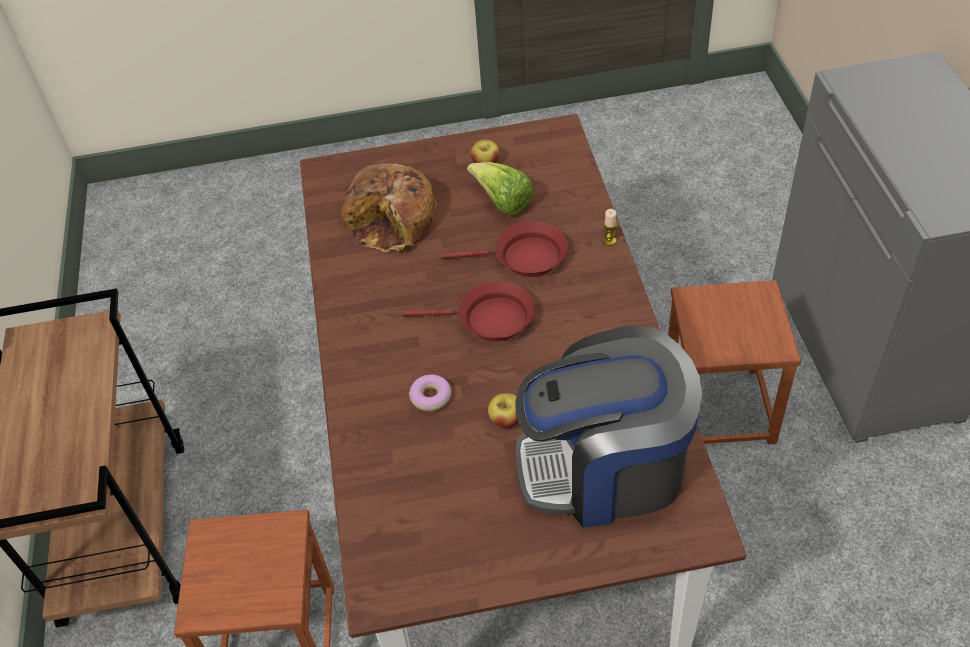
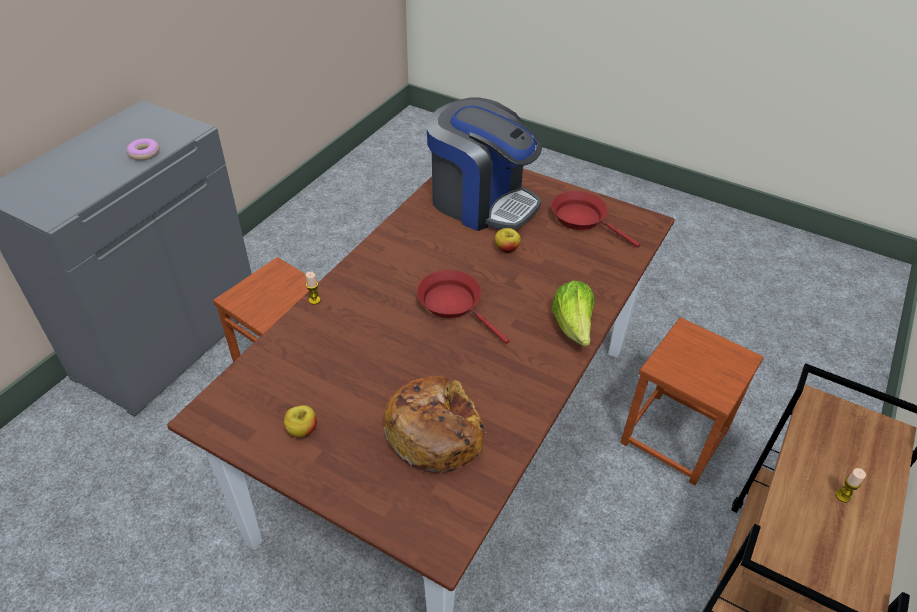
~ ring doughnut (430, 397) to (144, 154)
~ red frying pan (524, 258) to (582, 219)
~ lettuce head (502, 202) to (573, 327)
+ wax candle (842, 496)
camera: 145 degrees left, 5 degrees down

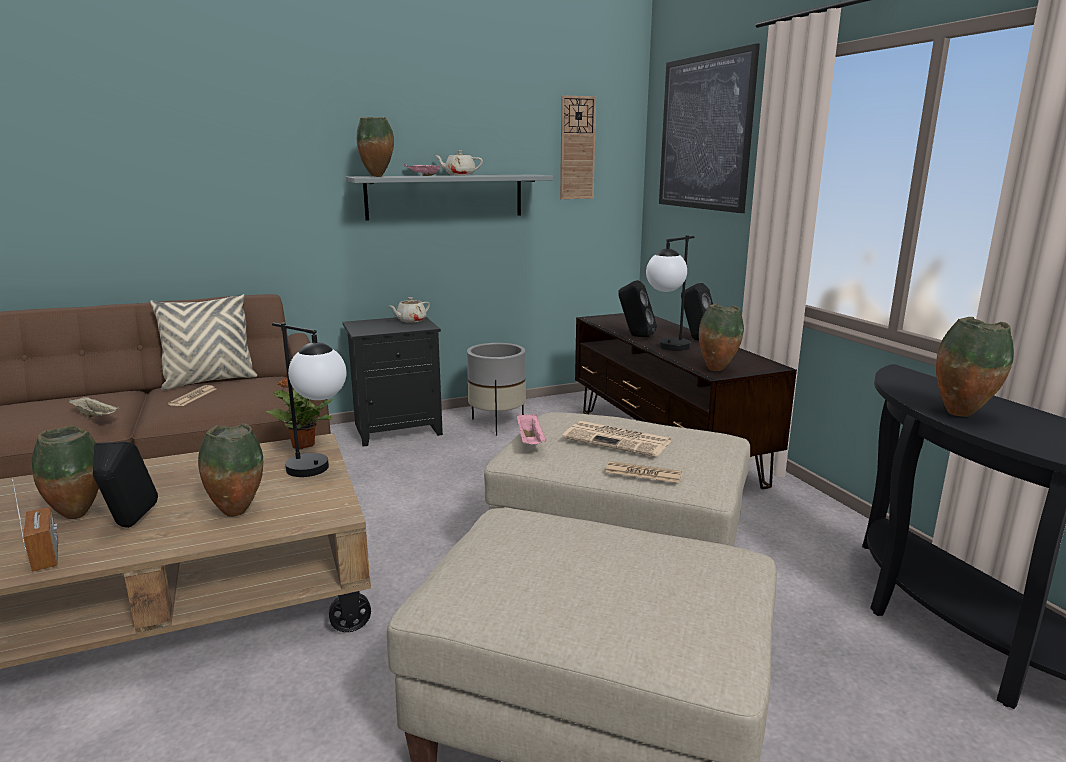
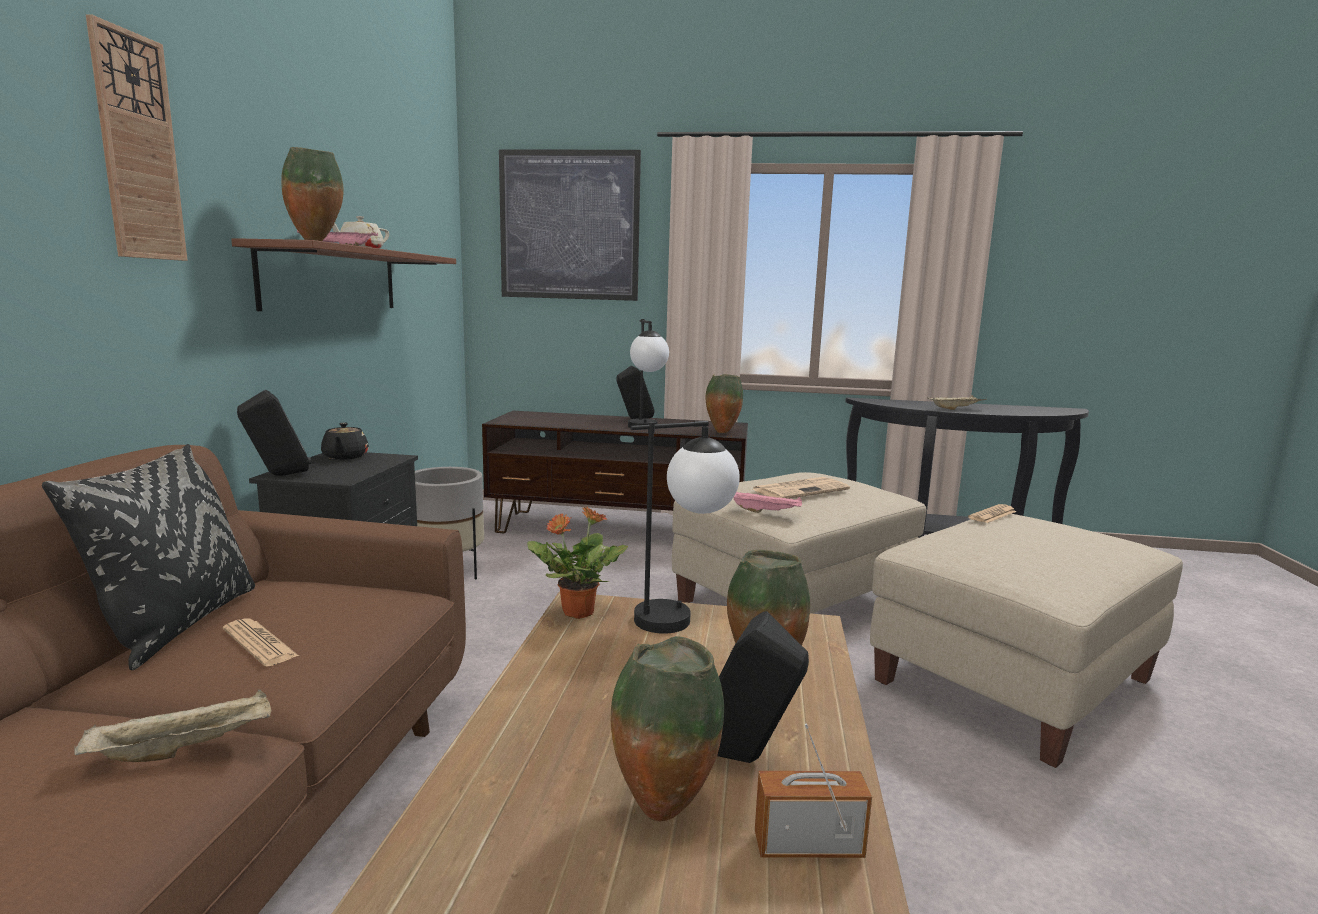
~ beige-coloured cushion (210, 381) to blackish cushion (179, 625)
~ hanging clock (577, 148) to (137, 148)
~ greyish shelf (445, 196) to brownish shelf (332, 279)
~ blackish loudspeaker (635, 336) to (278, 475)
~ beige-coloured pot for tea (410, 320) to blackish pot for tea (345, 457)
~ decorative vase (962, 415) to beige-coloured carrying tray (955, 409)
~ printed paper (643, 473) to (992, 515)
camera: 60 degrees left, 5 degrees down

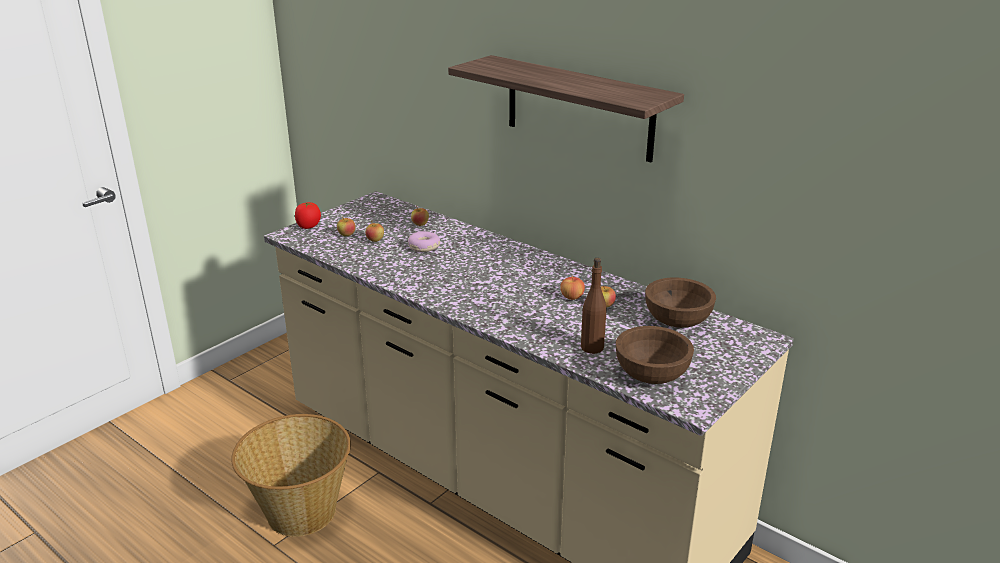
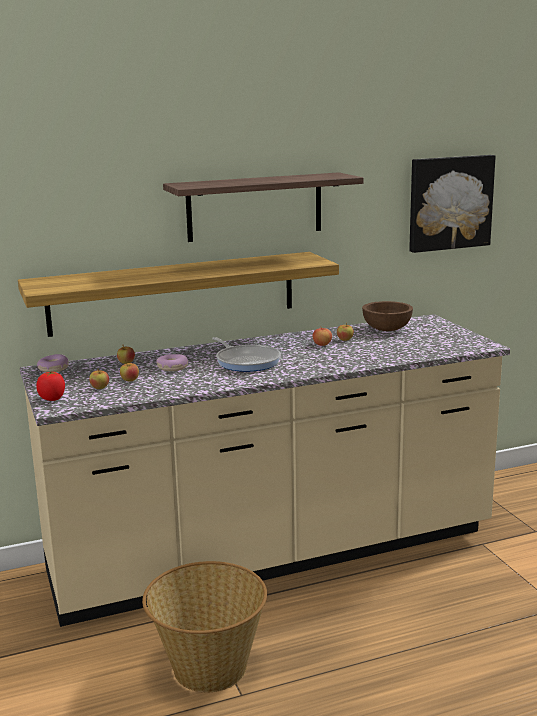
+ shelf (173, 293)
+ ring doughnut (53, 369)
+ frying pan (246, 361)
+ wall picture (449, 202)
- brownish bottle (592, 347)
- brownish bowl (651, 374)
camera: 60 degrees left, 10 degrees down

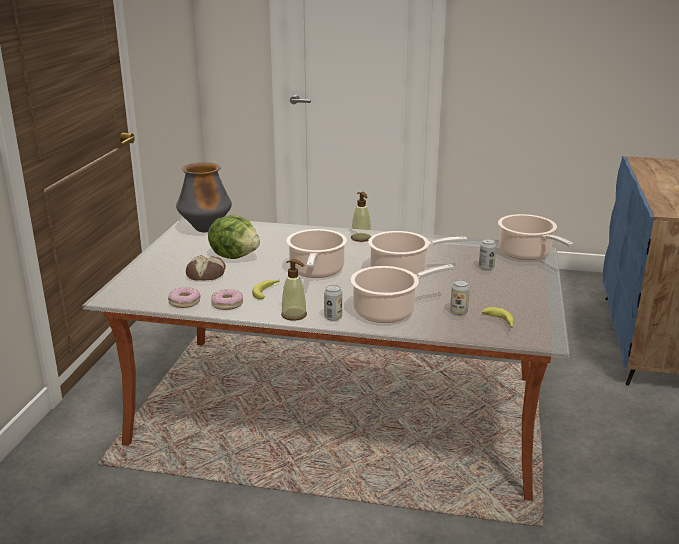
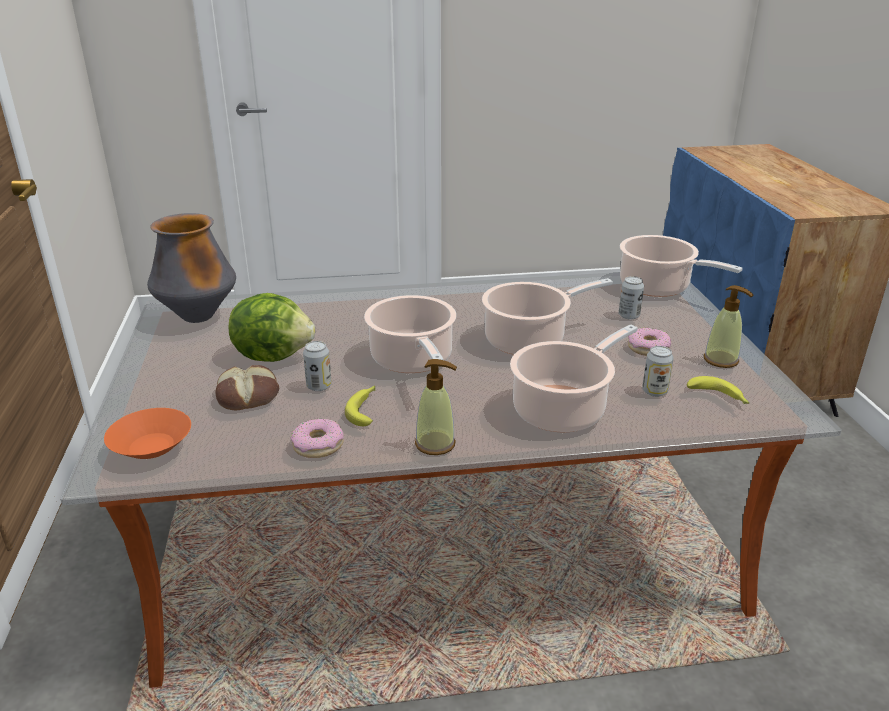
+ orange bowl (153, 448)
~ metal can (333, 317) to (319, 386)
~ ring doughnut (184, 302) to (648, 348)
~ soap dispenser (361, 238) to (721, 360)
camera: 20 degrees left, 5 degrees up

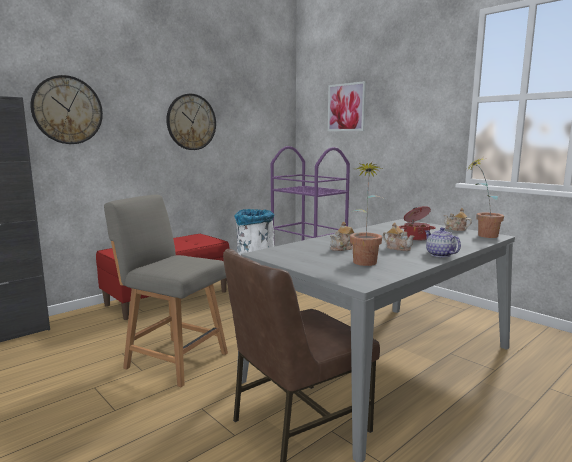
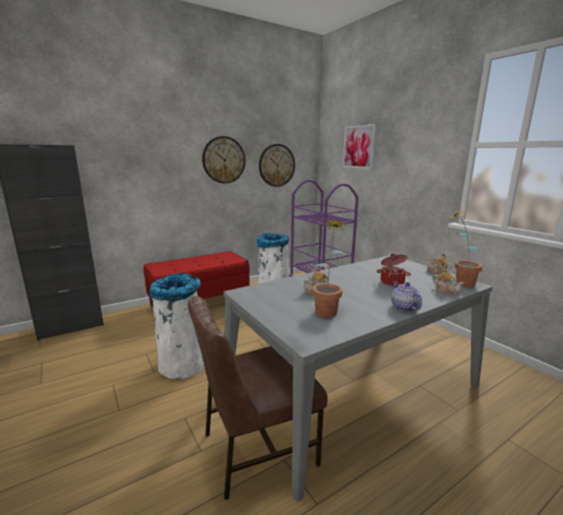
~ greyish plain chair (174, 359) to whitish waste bin (182, 364)
~ hanging clock (67, 110) to (276, 165)
~ pot for tea (398, 248) to (446, 291)
camera: 10 degrees right, 5 degrees up

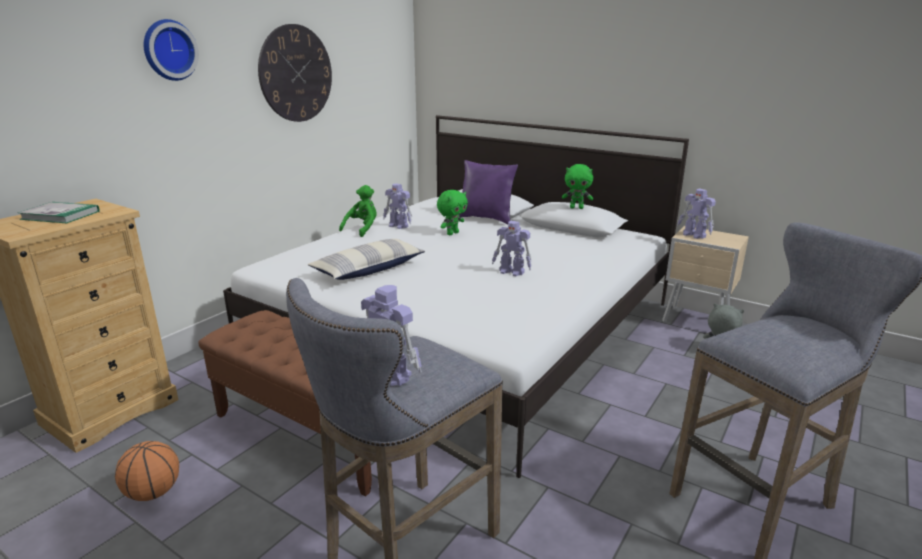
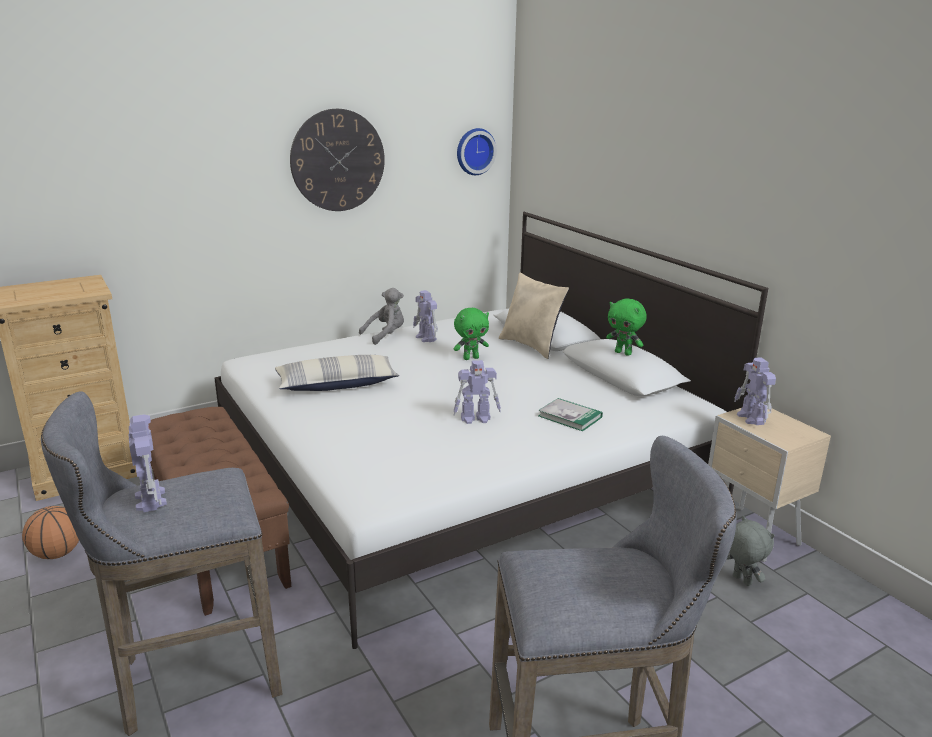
~ greenish soft toy (362, 229) to greyish soft toy (386, 335)
~ toy robot (512, 272) = (476, 419) 60 degrees counterclockwise
~ hanging clock (168, 50) to (474, 151)
~ purplish cushion (486, 219) to beige-coloured cushion (531, 346)
~ bound book (60, 215) to (570, 417)
camera: 25 degrees right, 0 degrees up

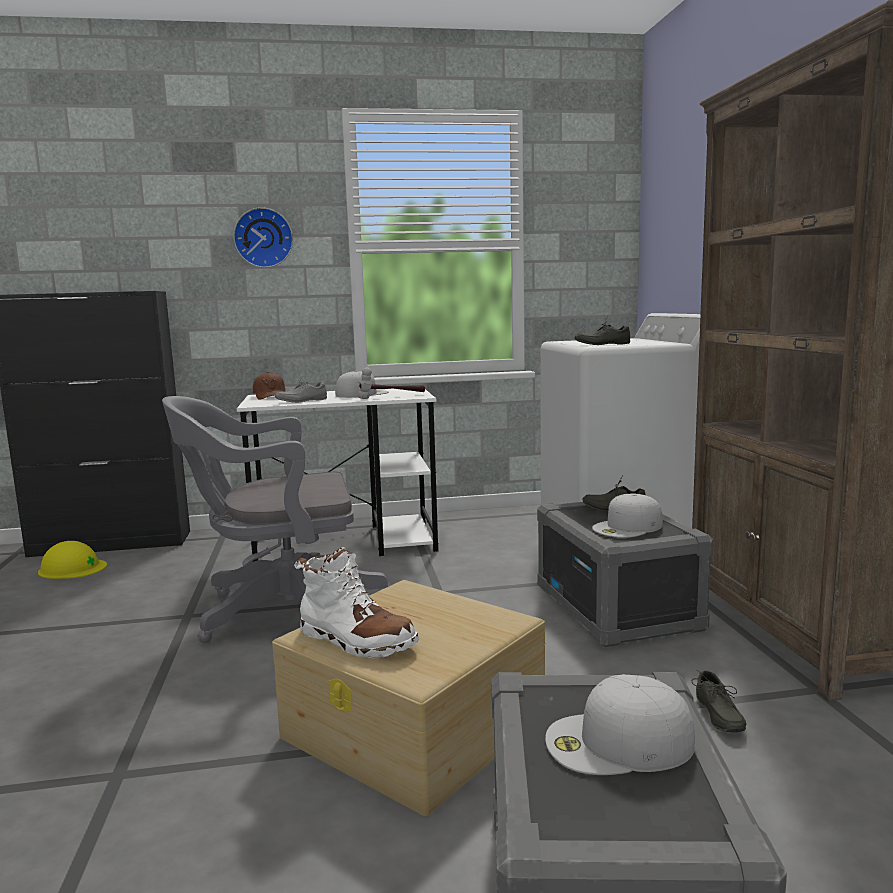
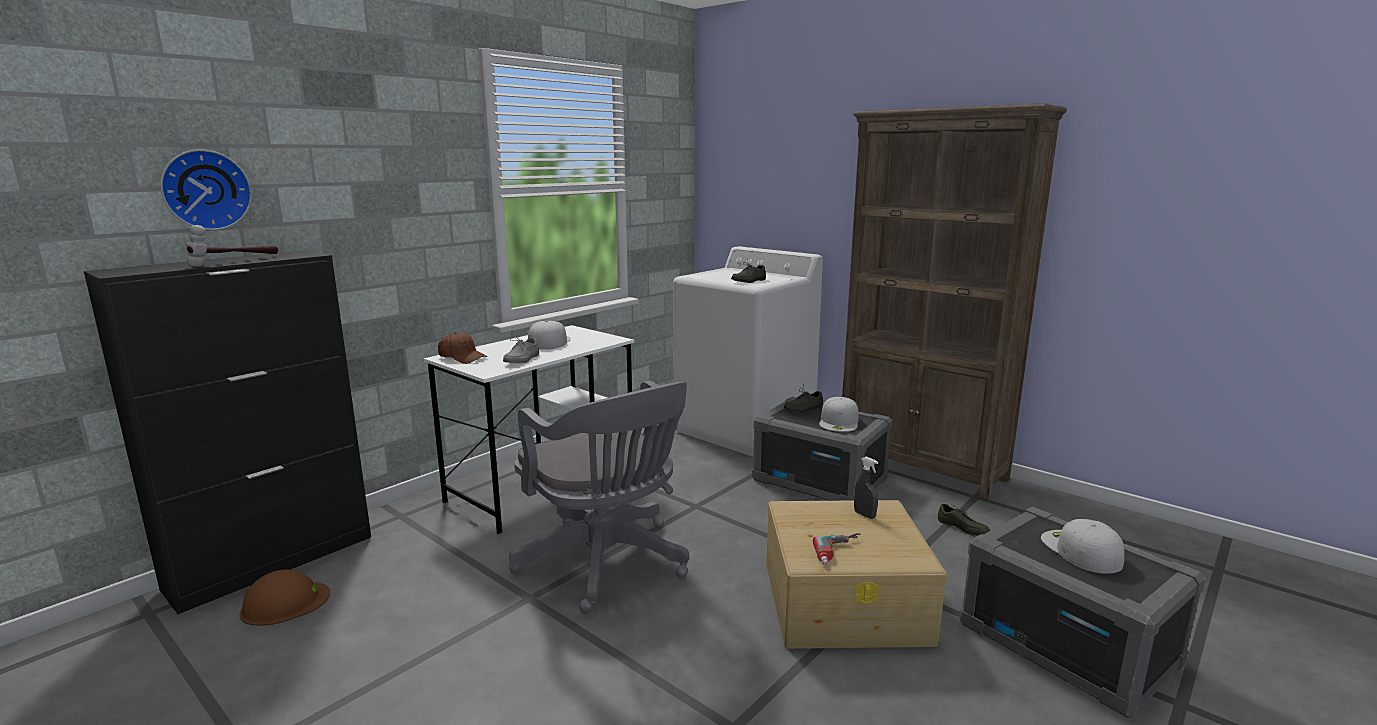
~ hanging clock (263, 238) to (205, 190)
~ tool hammer (392, 396) to (236, 261)
~ yellow-coloured work helmet (72, 568) to brownish work helmet (285, 603)
~ greyish desk chair (280, 612) = (607, 564) 75 degrees counterclockwise
~ whitish tall boot (356, 640) to electric drill (841, 553)
+ greyish spray bottle (864, 515)
~ whitish baseball cap (618, 743) = (1080, 550) 120 degrees clockwise
camera: 40 degrees left, 5 degrees up

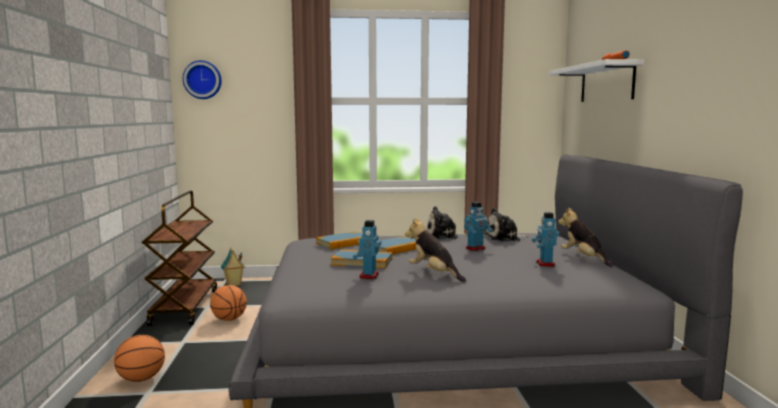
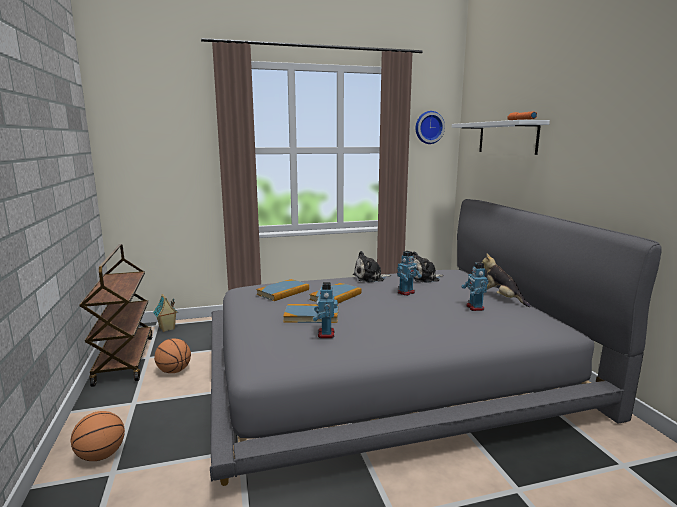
~ hanging clock (203, 80) to (428, 127)
- soft toy (434, 274)
camera: 10 degrees left, 5 degrees up

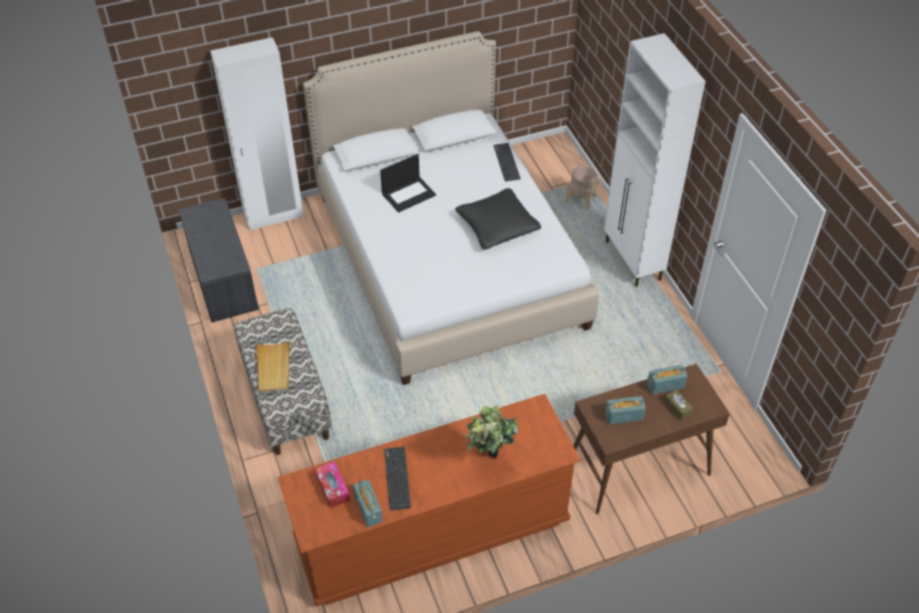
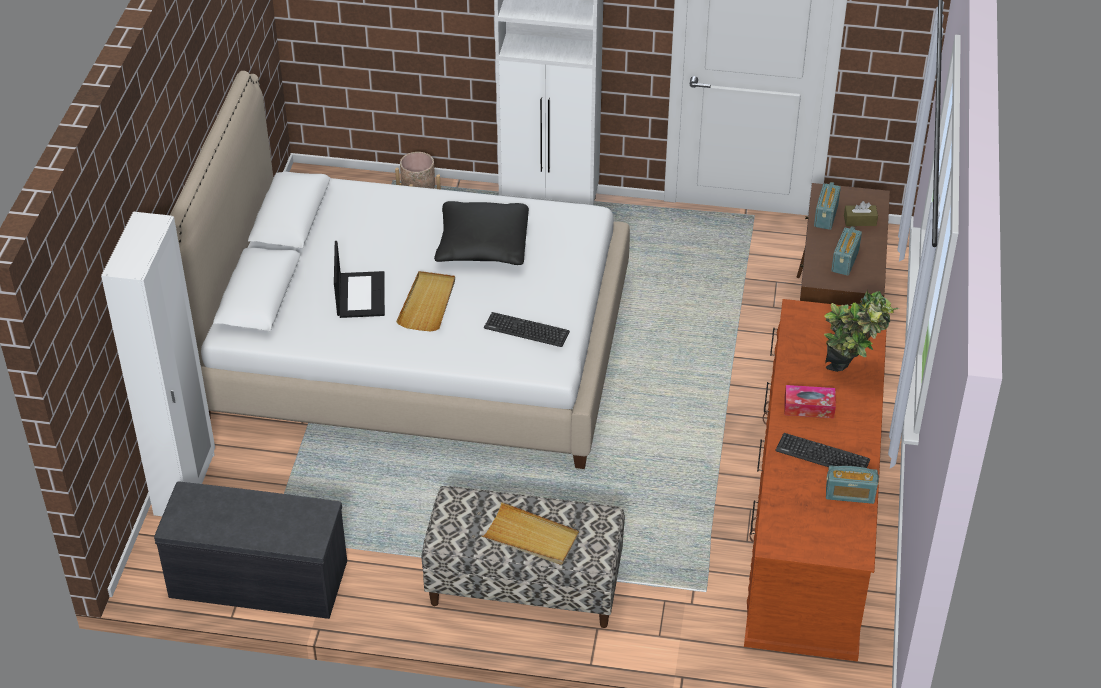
+ beige-coloured carrying tray (428, 303)
~ PC keyboard (506, 162) to (526, 330)
~ tissue box (332, 488) to (809, 407)
camera: 60 degrees left, 5 degrees down

